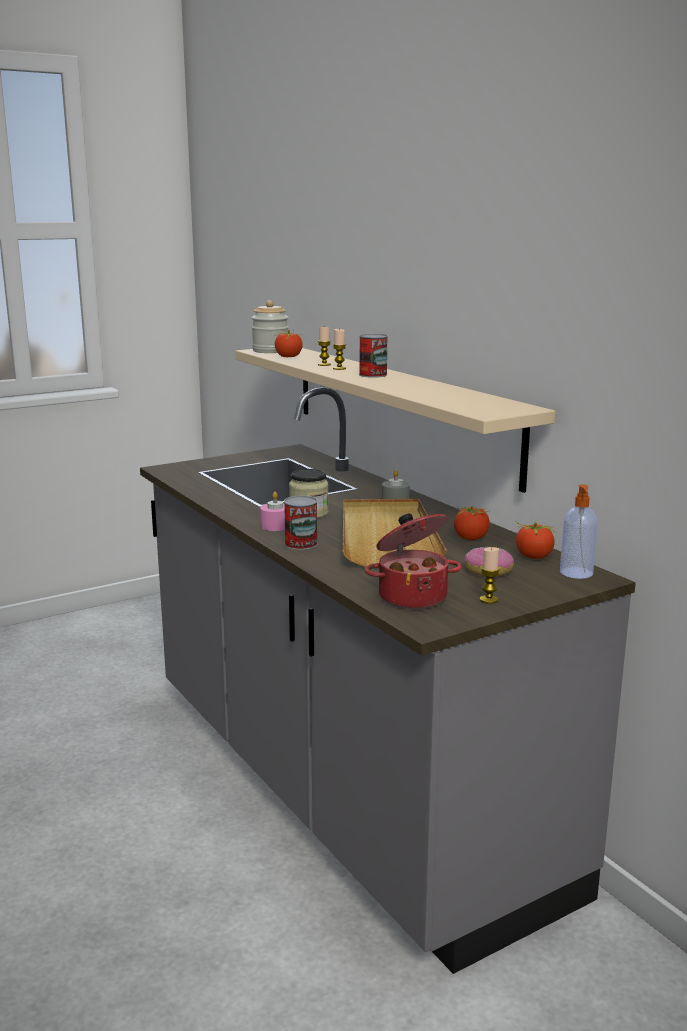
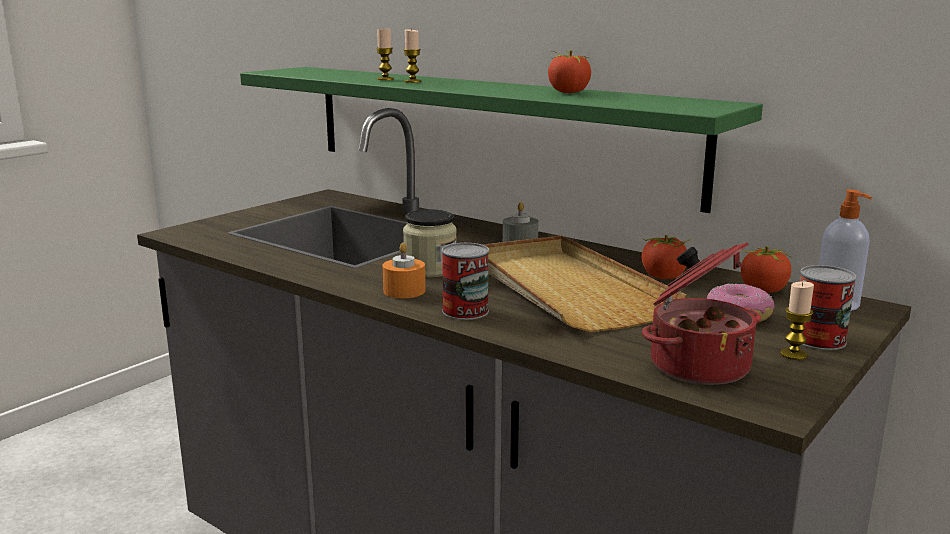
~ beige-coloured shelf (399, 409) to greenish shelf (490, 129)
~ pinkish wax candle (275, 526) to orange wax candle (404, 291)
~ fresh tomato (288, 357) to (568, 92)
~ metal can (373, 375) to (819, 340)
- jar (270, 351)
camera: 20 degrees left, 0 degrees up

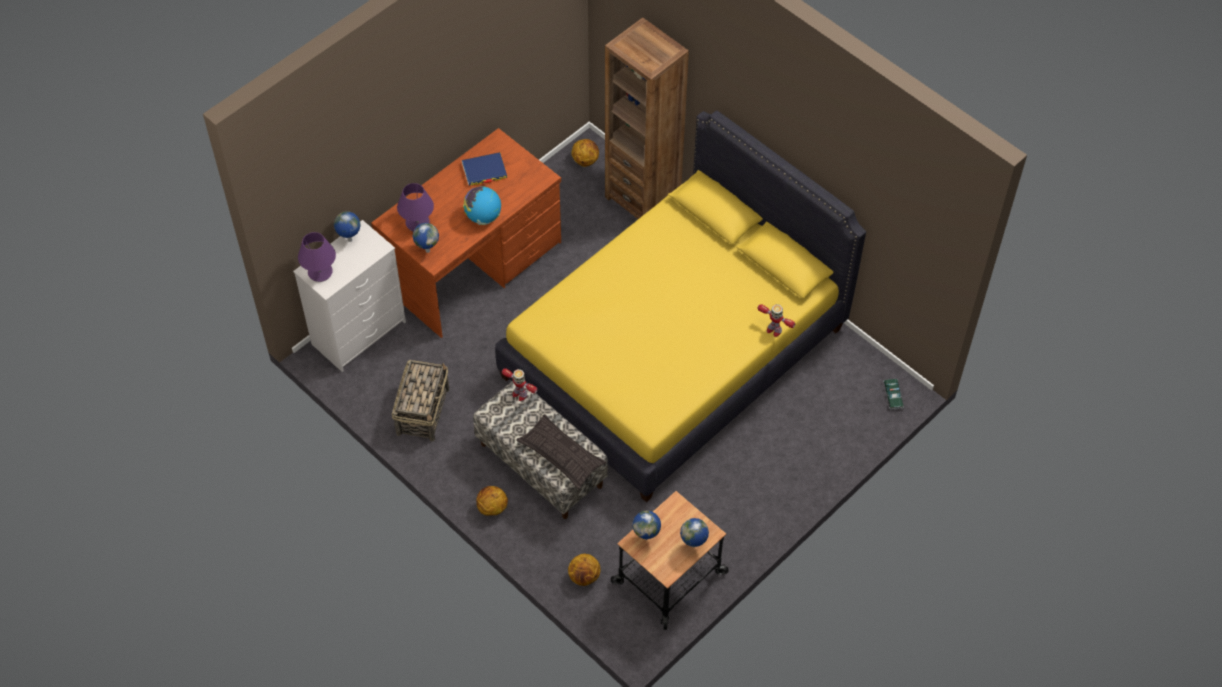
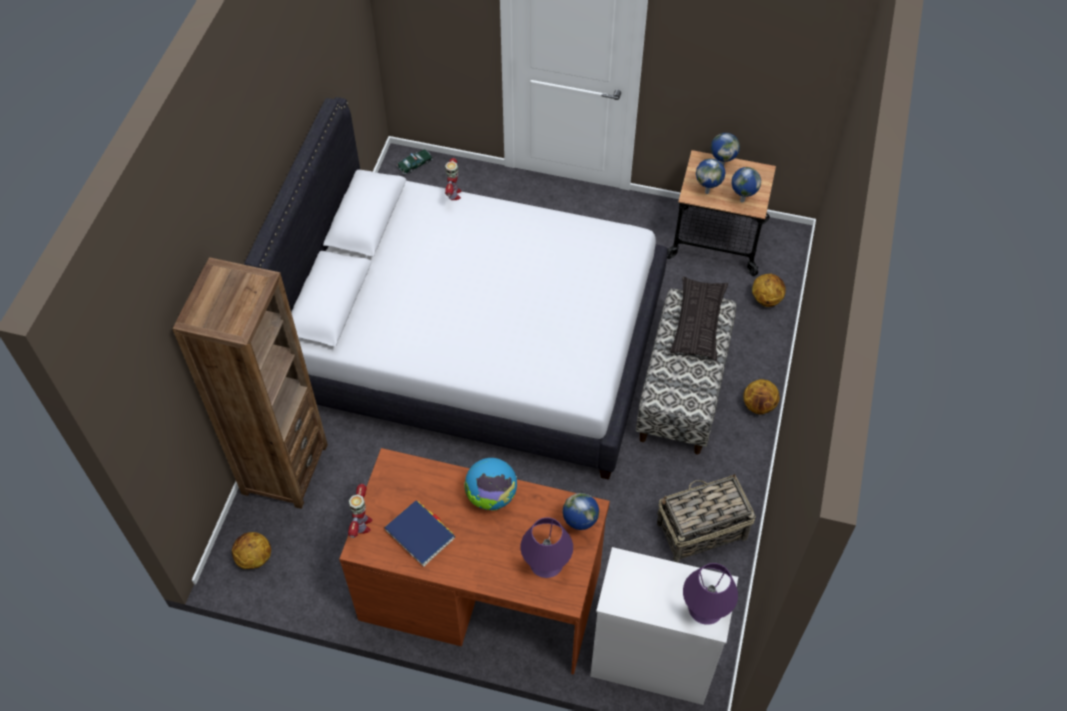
~ yellow-coloured bed (673, 351) to whitish bed (475, 346)
~ toy robot (519, 394) to (362, 525)
~ globe (350, 240) to (707, 191)
camera: 120 degrees left, 0 degrees up

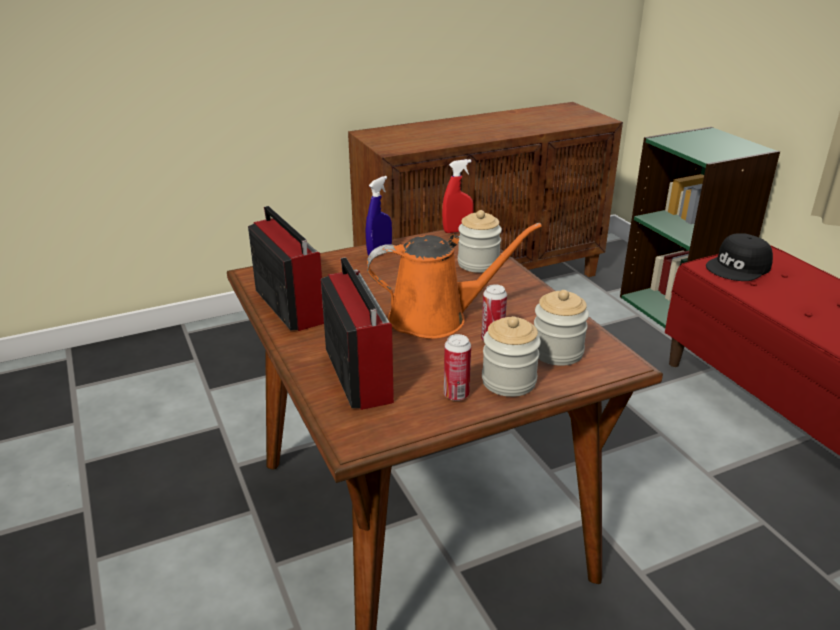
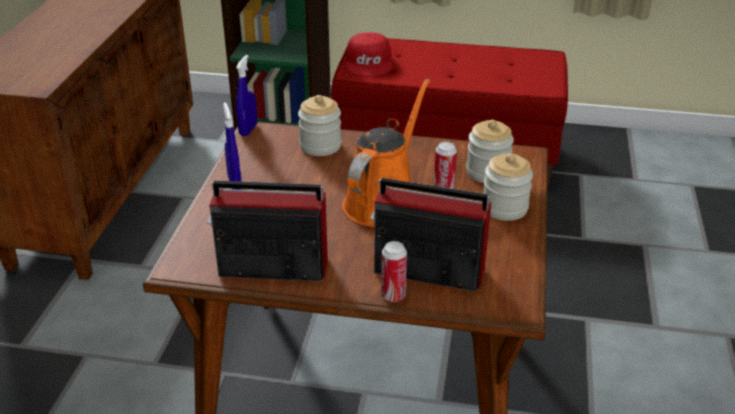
~ red spray bottle (457, 231) to bluish spray bottle (248, 130)
~ blackish baseball cap (739, 267) to red baseball cap (369, 62)
~ metal can (456, 395) to (393, 295)
camera: 55 degrees left, 5 degrees up

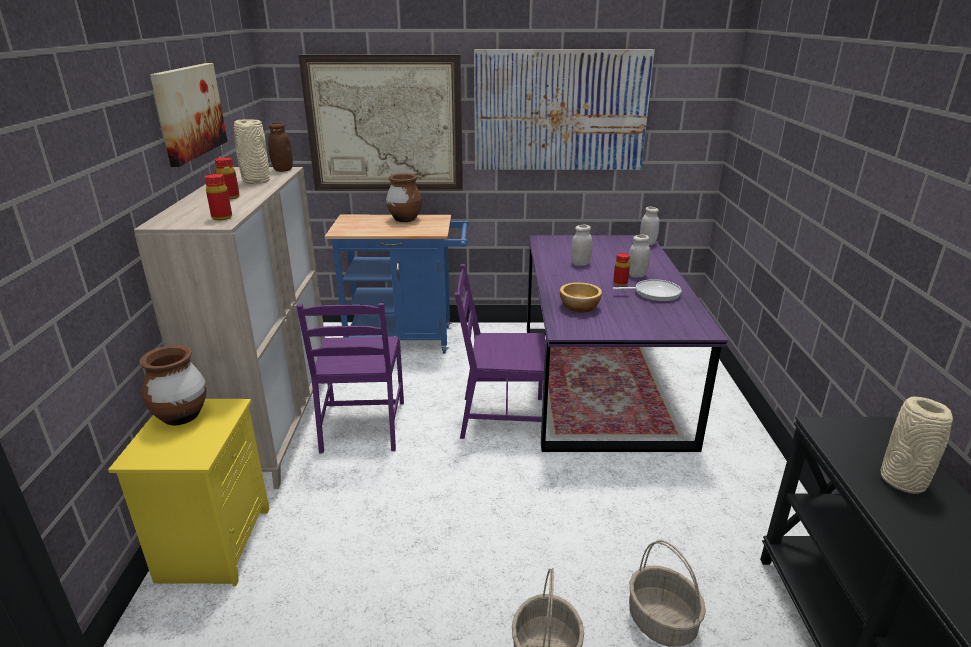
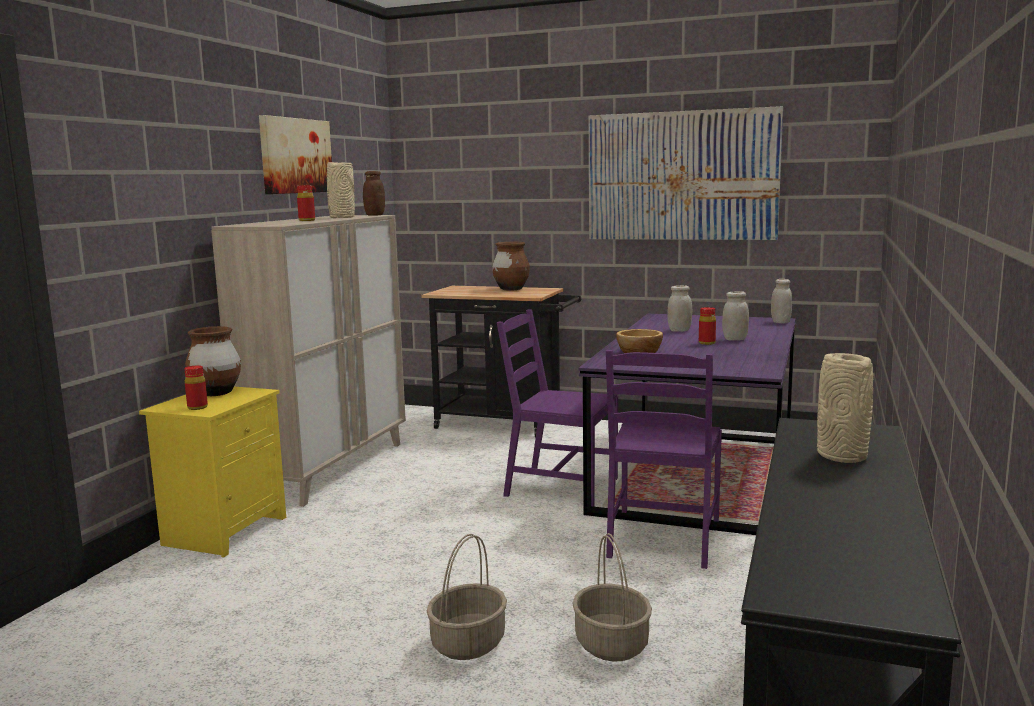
~ red bottle (222, 217) to (197, 407)
~ bluish cart (407, 339) to blackish cart (505, 424)
~ purplish plain chair (363, 426) to (663, 540)
- wall picture (384, 125)
- frying pan (654, 293)
camera: 20 degrees right, 15 degrees down

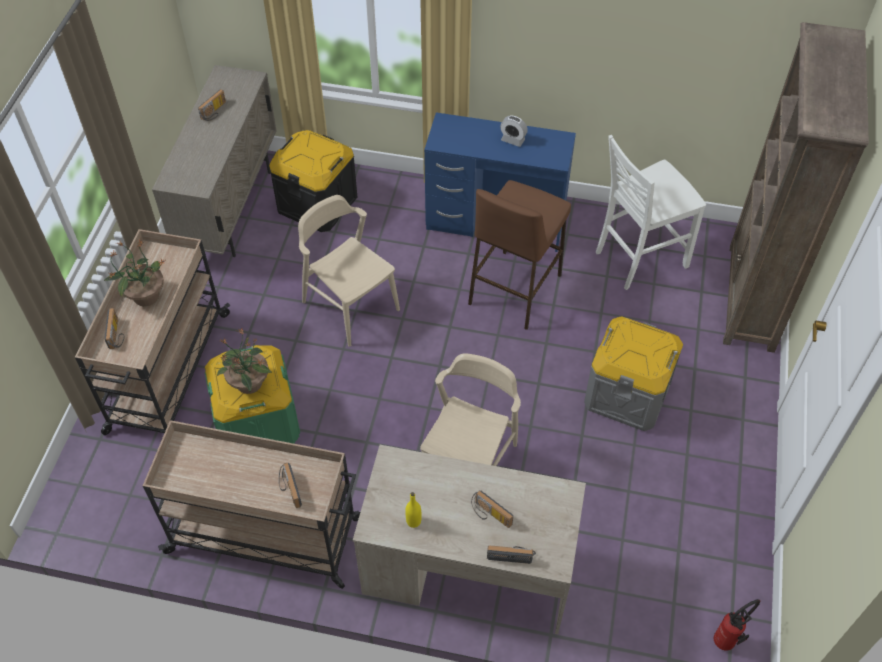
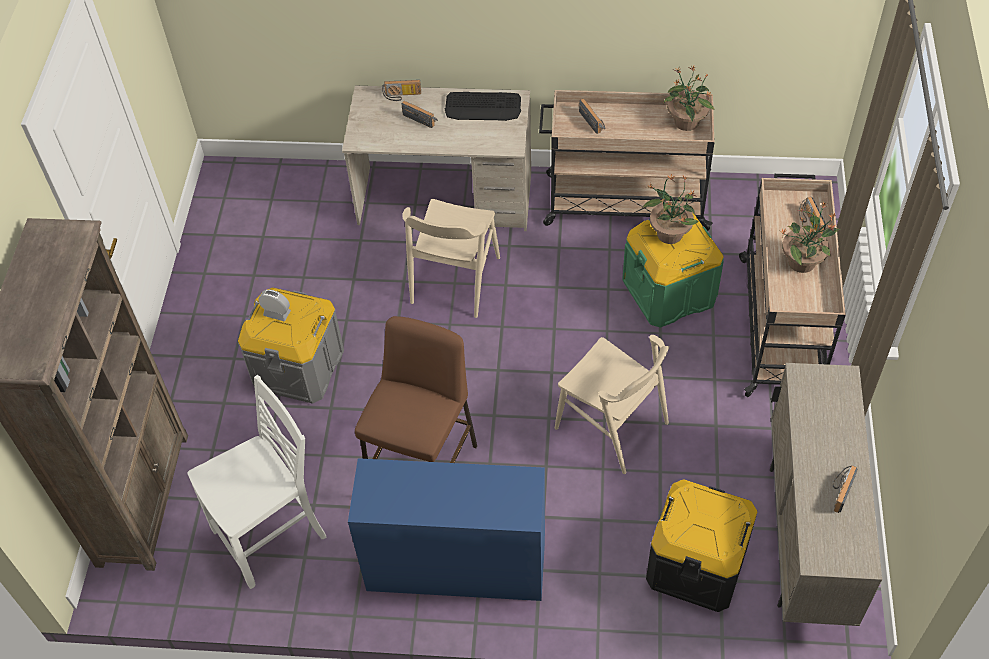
~ alarm clock (513, 140) to (277, 313)
~ yellow-coloured bottle (413, 521) to PC keyboard (483, 107)
+ houseplant (686, 122)
- fire-fighting cylinder (727, 641)
camera: 175 degrees right, 0 degrees up

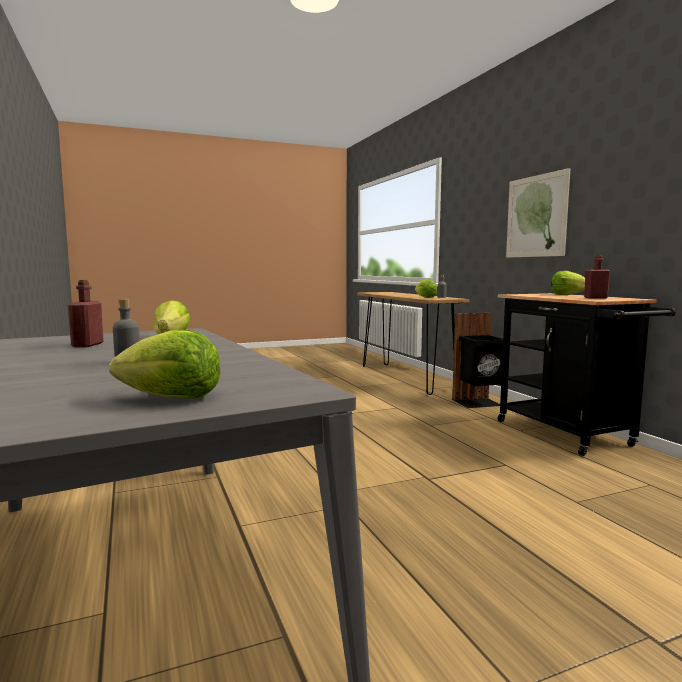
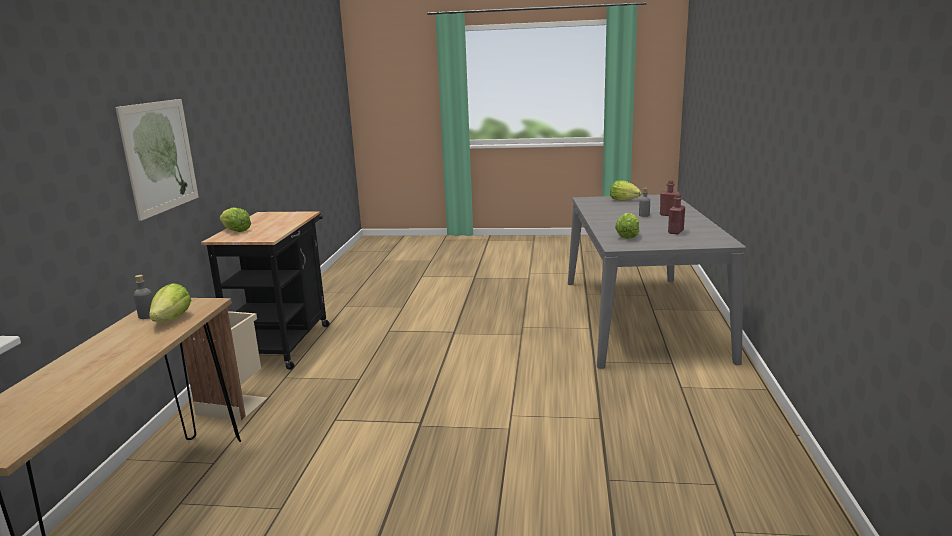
~ blackish waste bin (478, 403) to beige-coloured waste bin (233, 404)
~ red bottle (595, 298) to (668, 215)
camera: 150 degrees left, 10 degrees up

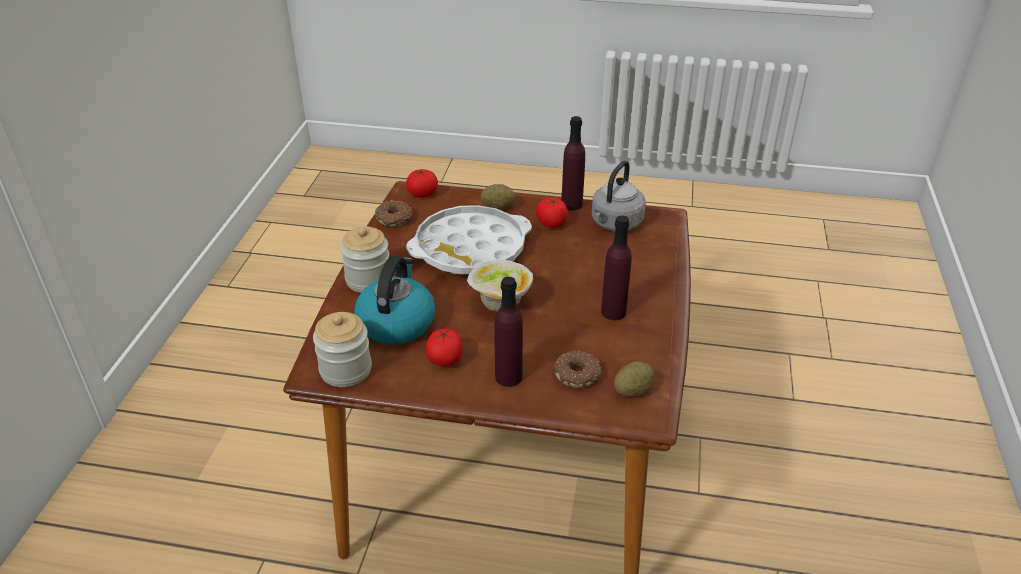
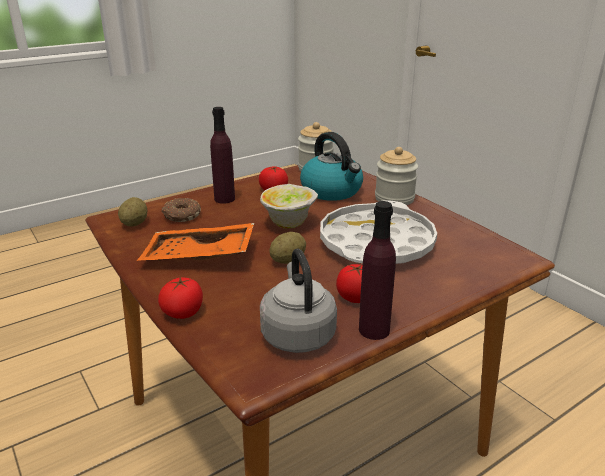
~ purplish bottle (613, 312) to orange carrying tray (198, 256)
~ fresh tomato (422, 194) to (183, 312)
~ potato (498, 207) to (288, 260)
- ring doughnut (394, 219)
camera: 135 degrees right, 10 degrees down

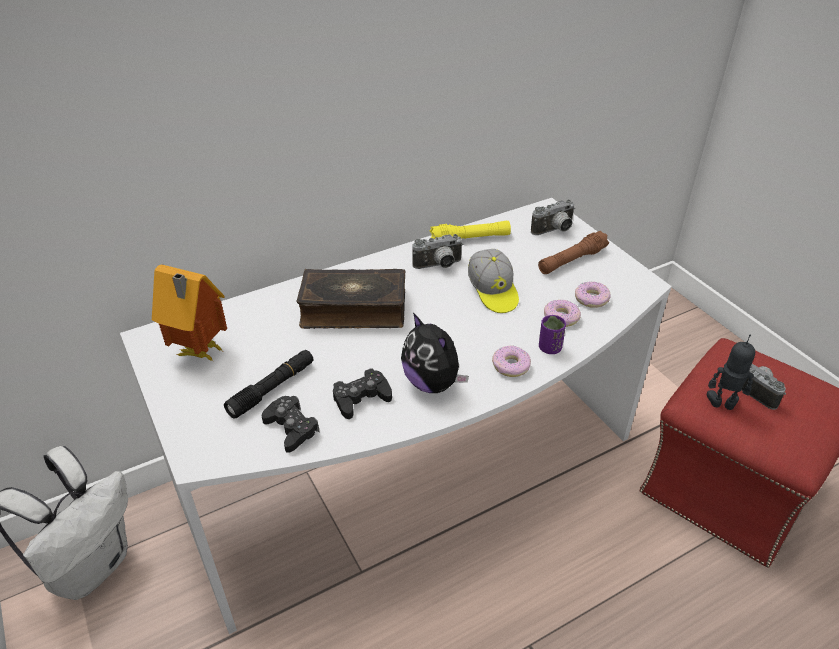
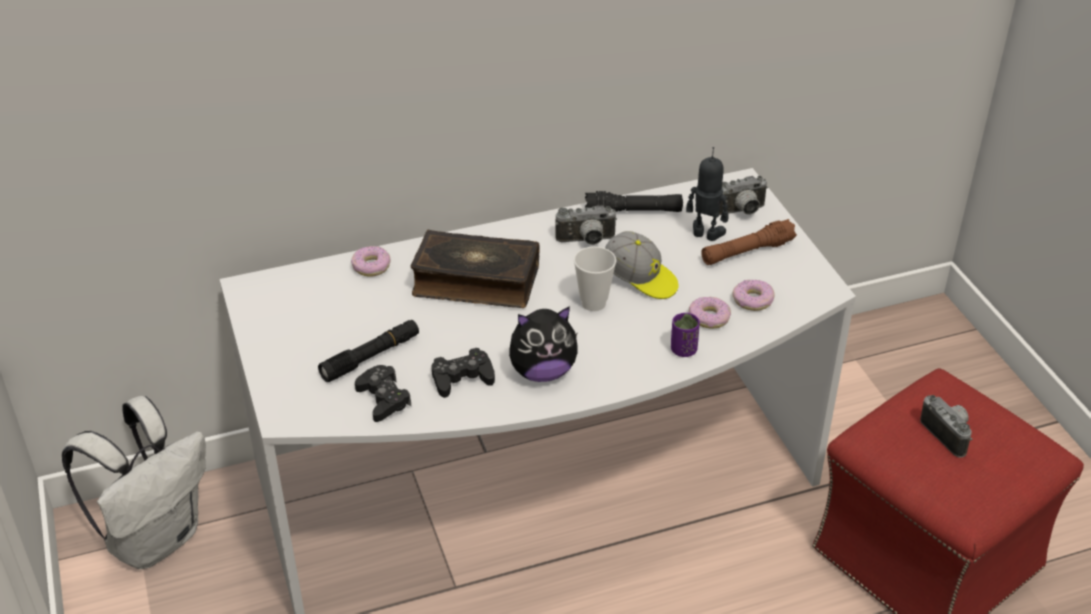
~ ring doughnut (510, 366) to (371, 266)
~ soft toy (433, 383) = (542, 371) 75 degrees counterclockwise
+ cup (593, 303)
~ yellow-coloured torch (470, 239) to blackish torch (633, 212)
~ baseball cap (493, 291) = (640, 279) 45 degrees counterclockwise
~ toy robot (722, 404) to (705, 235)
- miniature house (199, 354)
camera: 10 degrees right, 0 degrees up

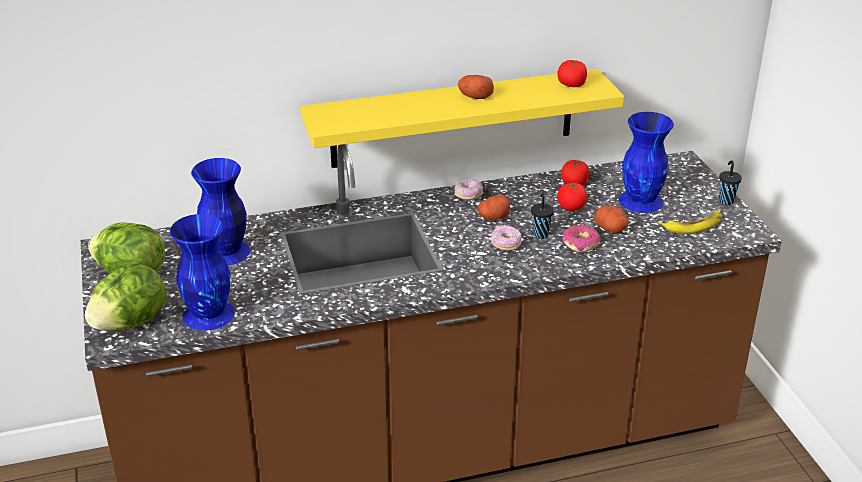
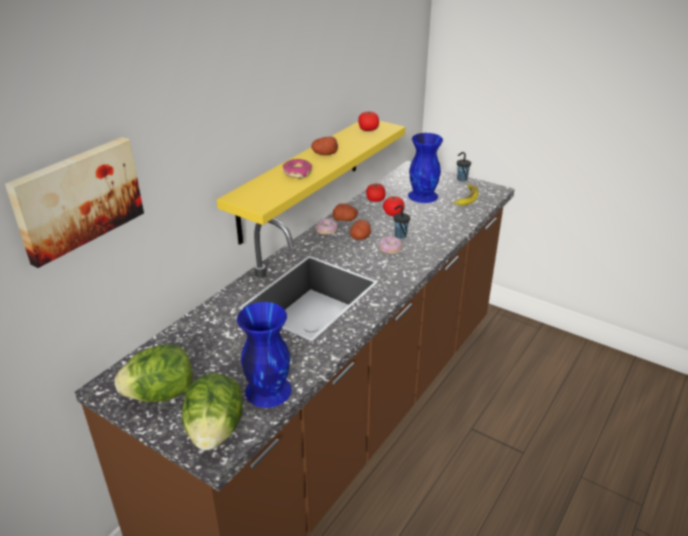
+ wall picture (77, 198)
~ ring doughnut (581, 244) to (297, 173)
~ potato (611, 229) to (345, 219)
- bluish decorative vase (225, 253)
camera: 40 degrees left, 0 degrees up

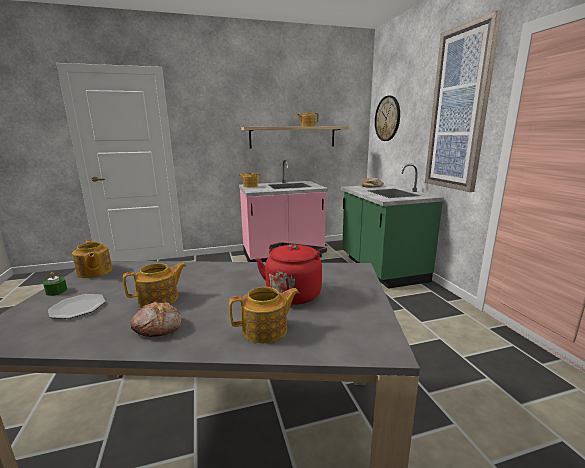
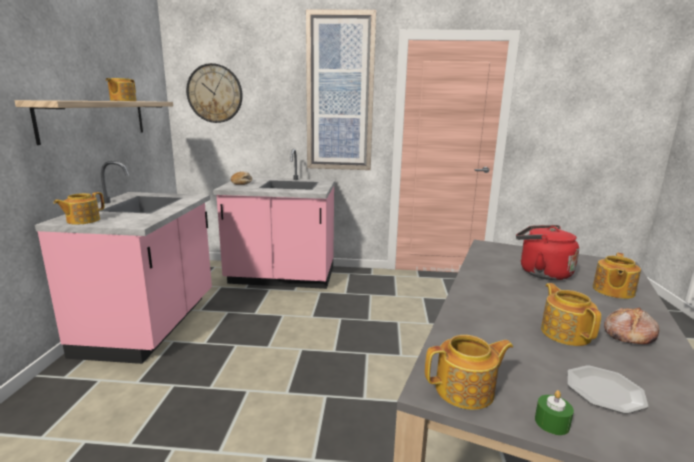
~ greenish counter (381, 269) to pinkish counter (281, 277)
~ pot for tea (266, 330) = (612, 291) 150 degrees counterclockwise
camera: 70 degrees left, 0 degrees up

